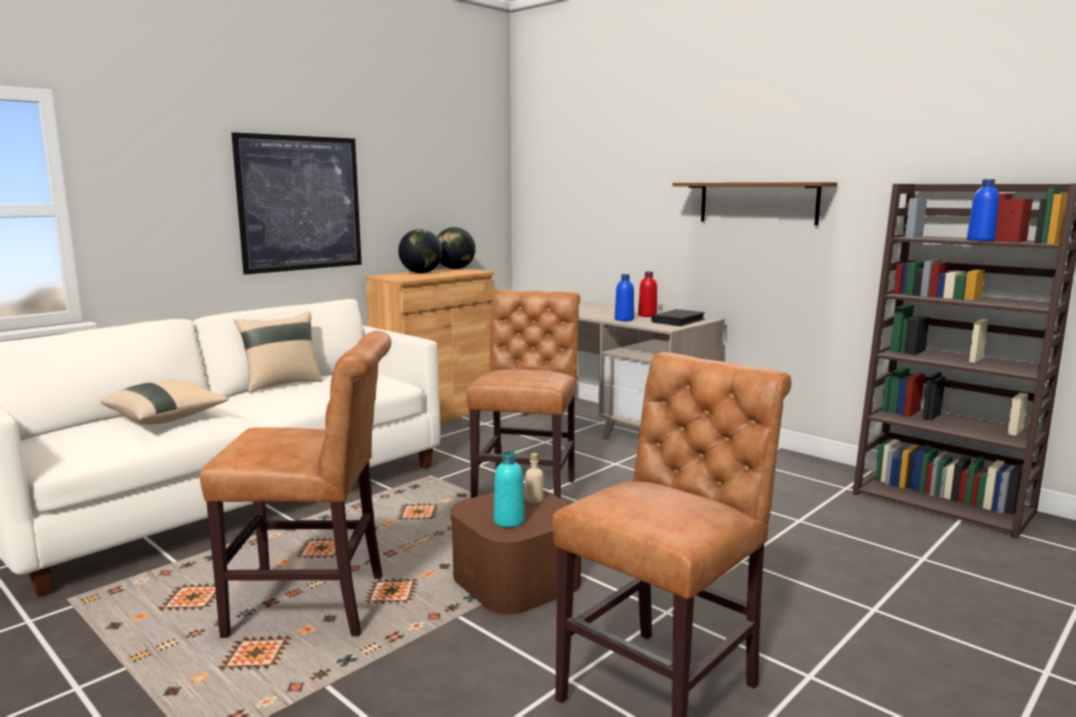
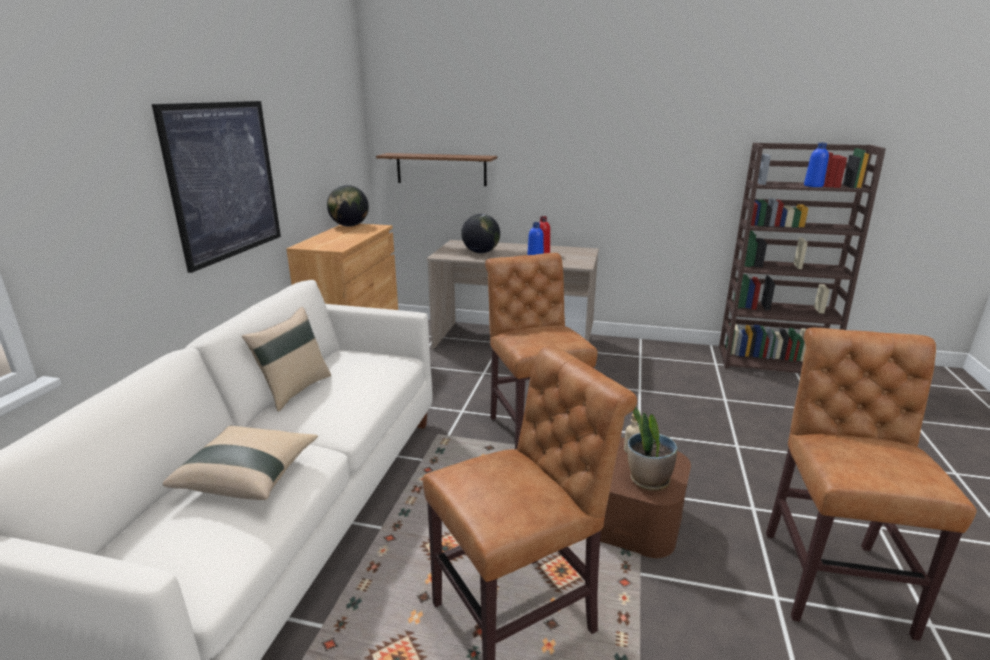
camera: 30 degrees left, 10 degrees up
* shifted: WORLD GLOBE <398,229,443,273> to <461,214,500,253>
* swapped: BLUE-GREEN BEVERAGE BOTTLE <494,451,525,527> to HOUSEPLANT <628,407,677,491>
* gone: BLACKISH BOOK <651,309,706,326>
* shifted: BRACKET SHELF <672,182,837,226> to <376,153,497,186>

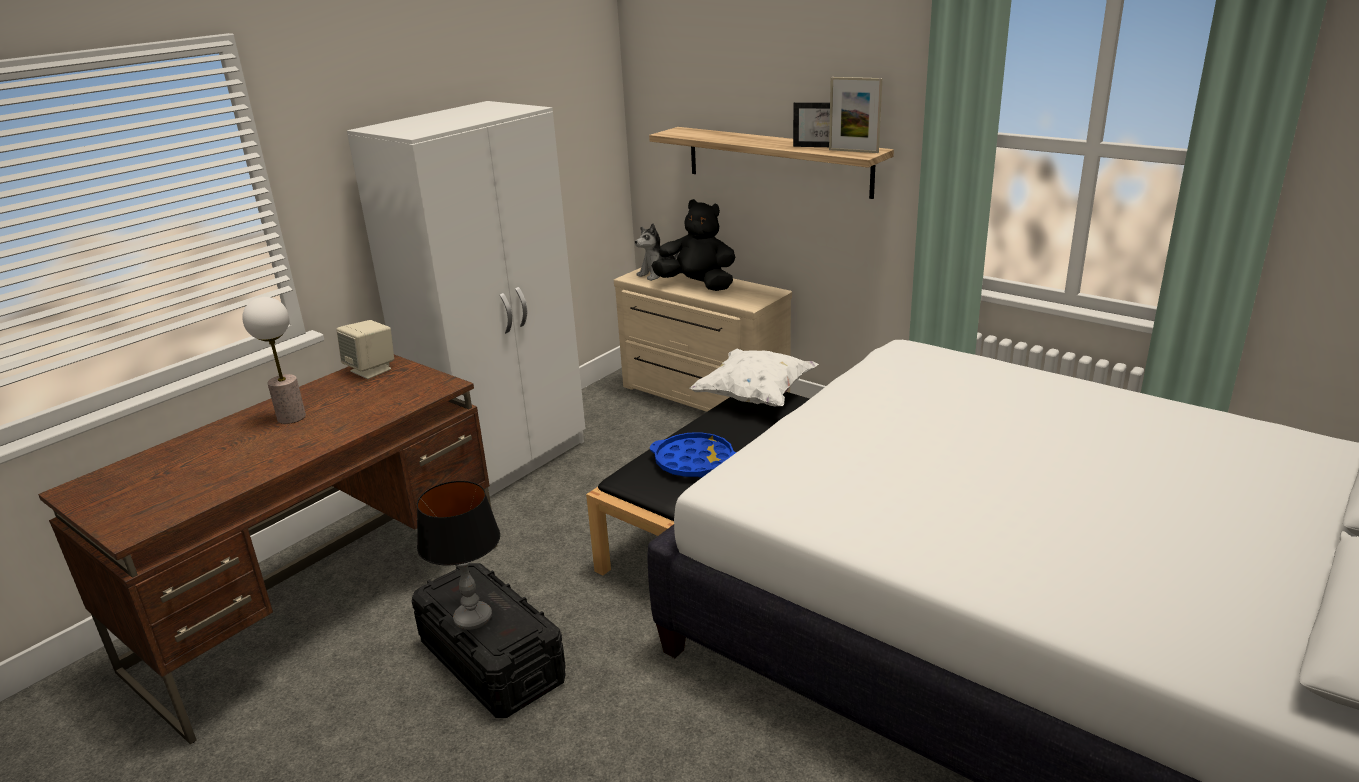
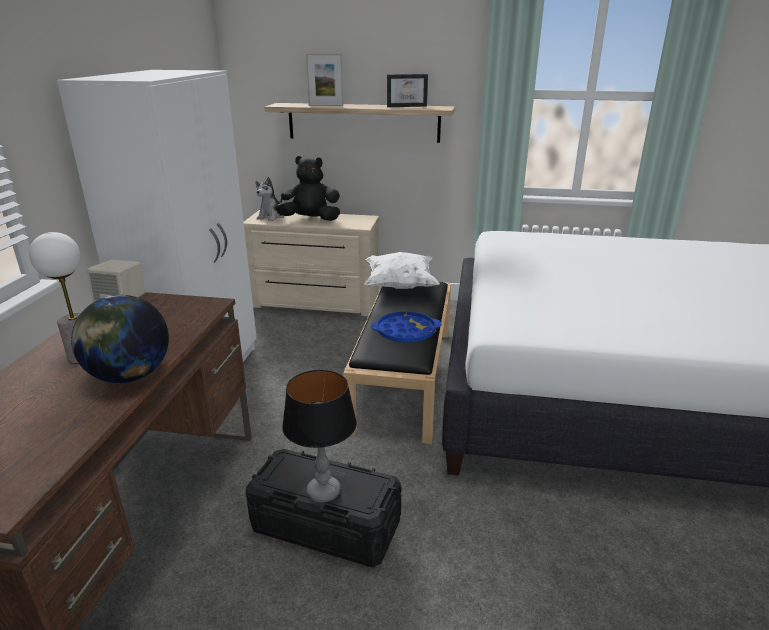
camera: 30 degrees left, 0 degrees up
* shifted: PICTURE FRAME <829,77,882,153> to <306,54,343,106>
* new: WORLD GLOBE <71,295,169,383>

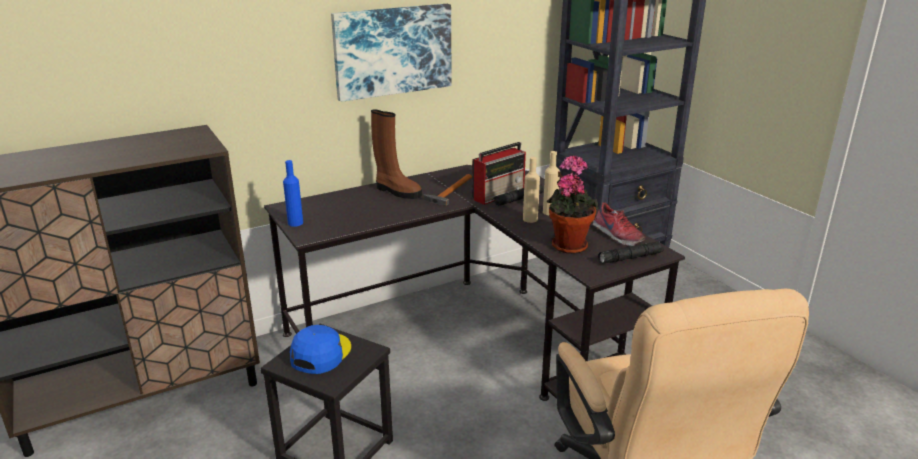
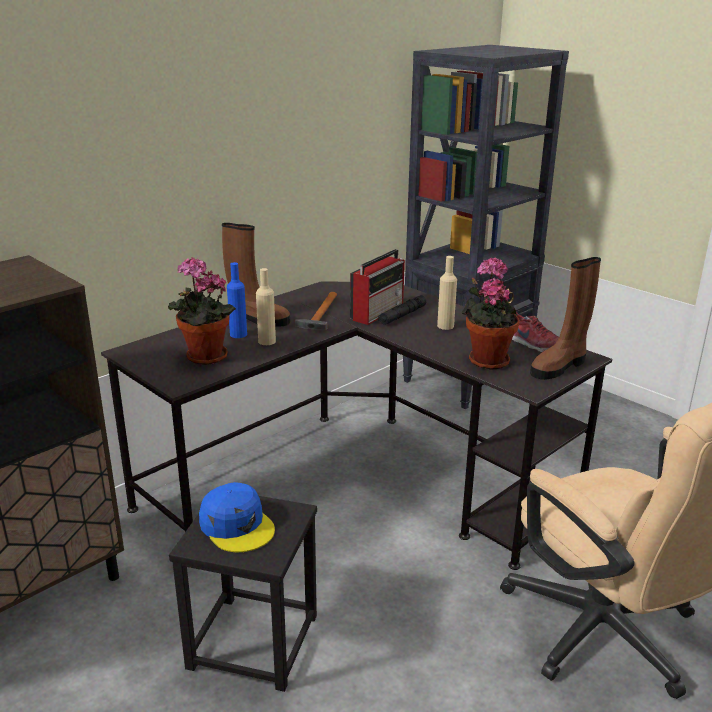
camera: 15 degrees left, 0 degrees up
* shifted: BLUE BEVERAGE BOTTLE <283,160,303,227> to <227,262,247,338>
* rotated: BLUE BASEBALL CAP <290,325,351,374> = <199,482,275,552> 135 degrees clockwise
* gone: PICTURE <331,4,451,102>
* shifted: BEIGE BEVERAGE BOTTLE <523,157,540,223> to <256,268,276,345>
* swapped: BLACKISH FLASHLIGHT <598,241,664,264> to BROWN-COLOURED BOOT <530,257,601,380>
* new: HOUSEPLANT <168,257,236,365>

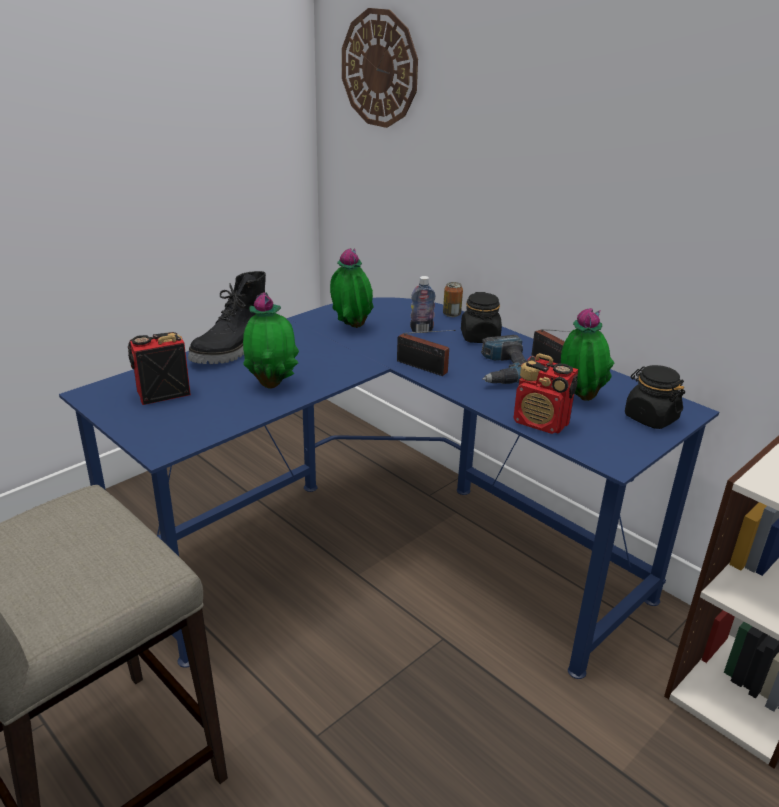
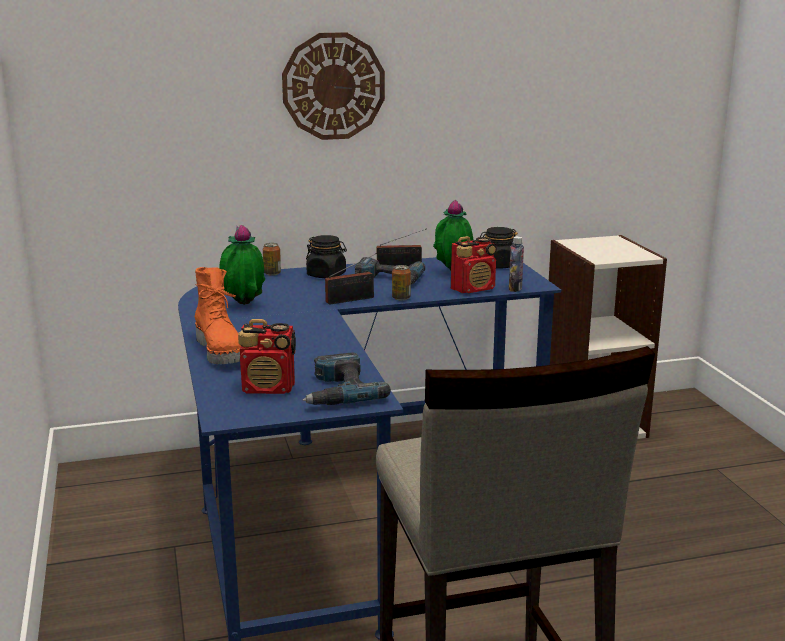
camera: 60 degrees left, 10 degrees down
* rotated: RADIO <128,332,191,405> = <238,319,296,394> 90 degrees counterclockwise
* repainted: BLACKISH BOOT <188,271,266,364> to ORANGE BOOT <195,267,241,364>
* gone: HOUSEPLANT <243,292,299,389>
* shifted: WALL CLOCK <342,8,418,128> to <282,32,385,140>
* shifted: BEVERAGE BOTTLE <410,276,436,333> to <509,236,524,292>
* new: ELECTRIC DRILL <302,352,391,405>
* new: SEALED CAN <392,265,411,300>

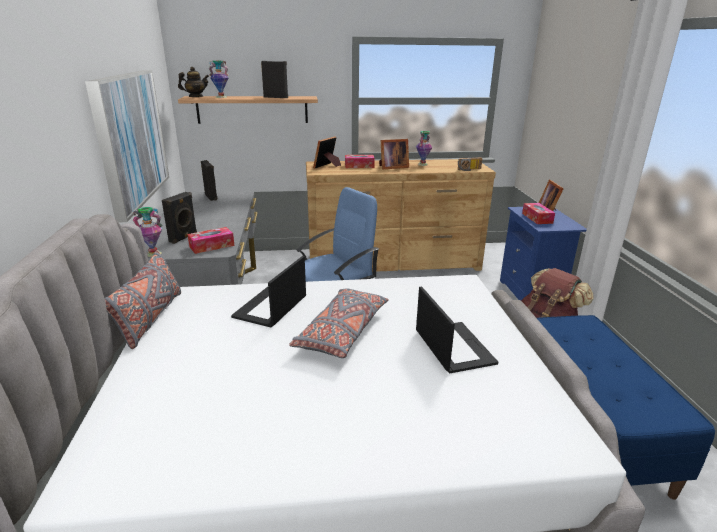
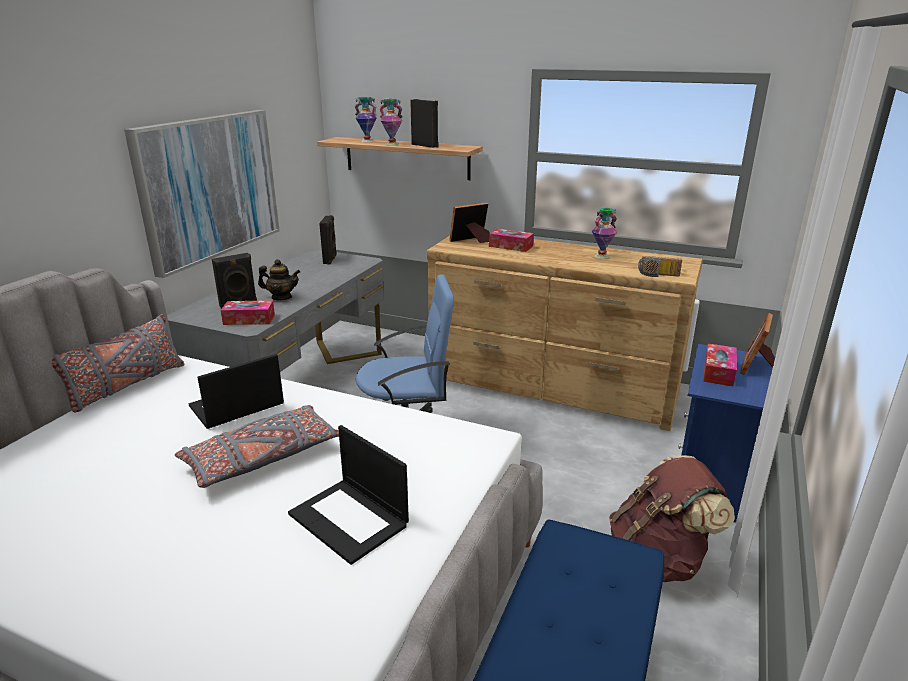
camera: 30 degrees right, 0 degrees up
* shifted: VASE <132,207,163,257> to <379,99,402,146>
* shifted: TEA POT <178,67,209,97> to <258,259,300,300>
* gone: PICTURE FRAME <379,139,409,169>
* rotated: PORTABLE COMPUTER <416,286,498,373> = <288,425,409,565> 120 degrees clockwise

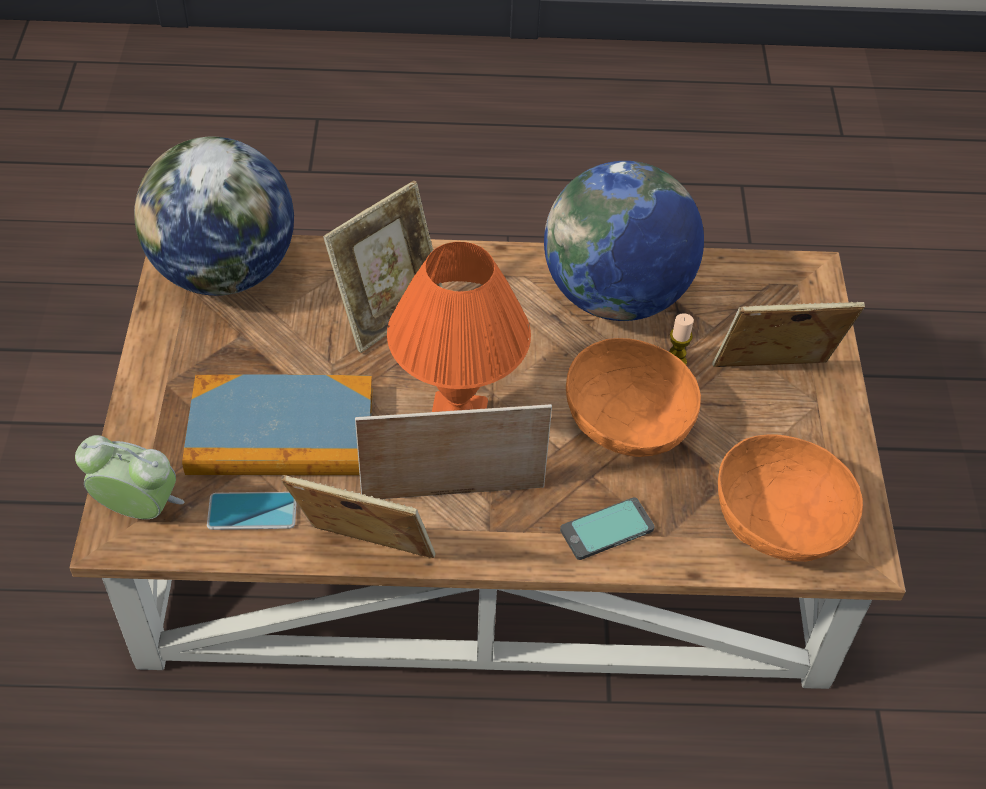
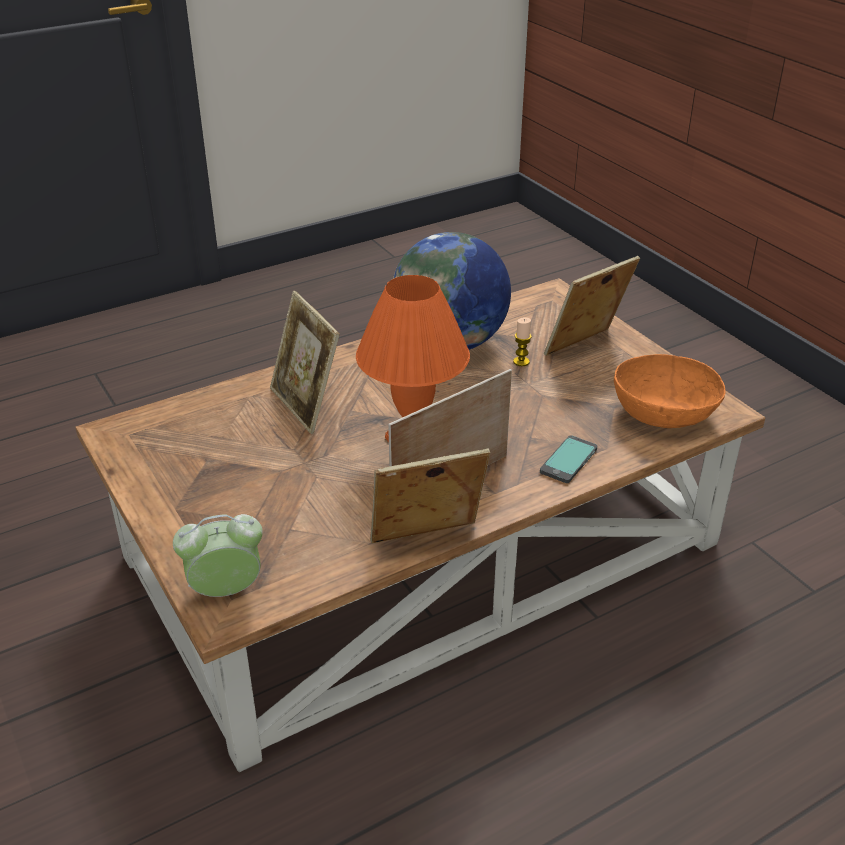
camera: 30 degrees left, 15 degrees down
* gone: WORLD GLOBE <134,137,294,296>
* gone: BOOK <182,374,373,475>
* gone: HANDSET <207,492,297,530>
* rotated: PICTURE FRAME <323,181,443,353> = <270,291,340,434> 135 degrees clockwise
* gone: ORANGE BOWL <566,338,701,457>

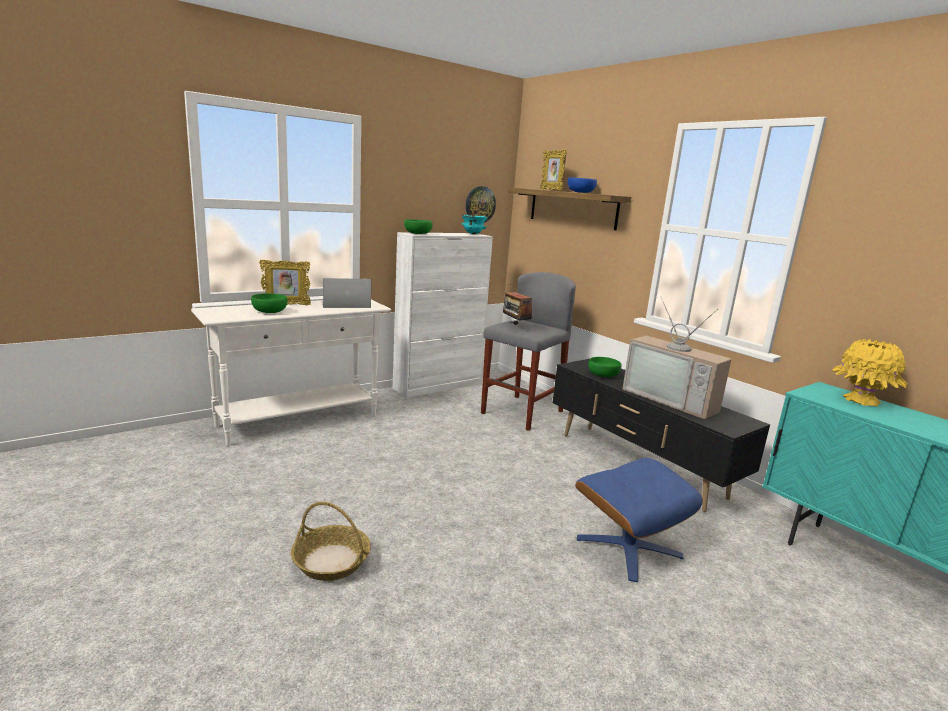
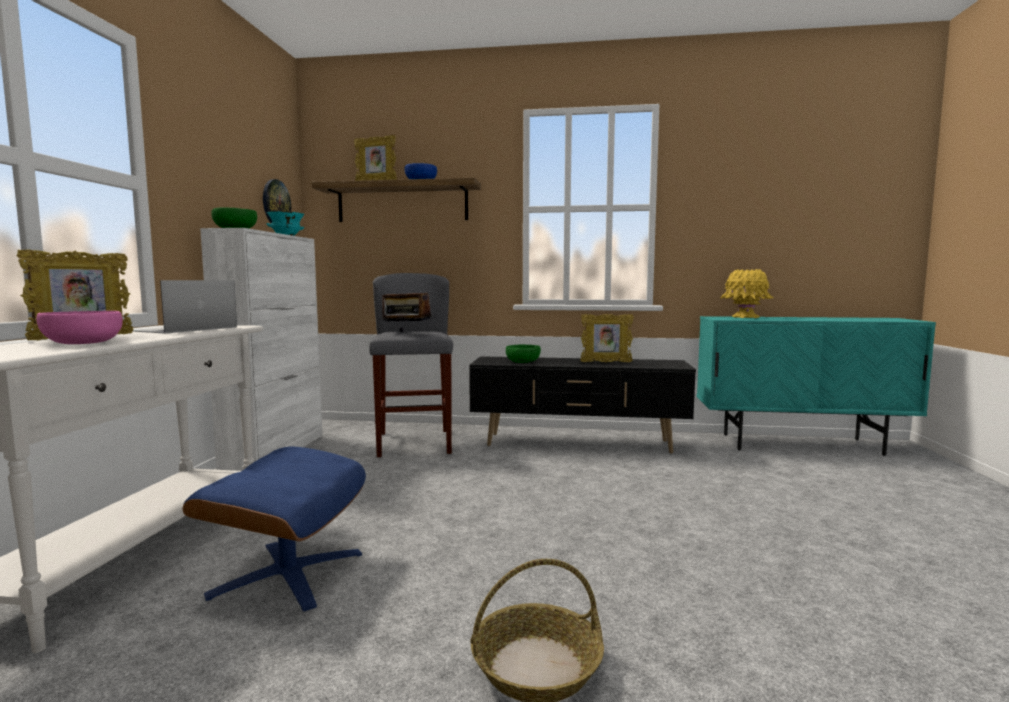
camera: 45 degrees left, 10 degrees down
* repainted: GREENISH BOWL <251,293,287,313> to PINKISH BOWL <36,311,123,344>
* shifted: BLUE OTTOMAN <575,458,703,582> to <183,446,366,612>
* swapped: TV SET <623,297,731,419> to PICTURE FRAME <580,314,634,363>

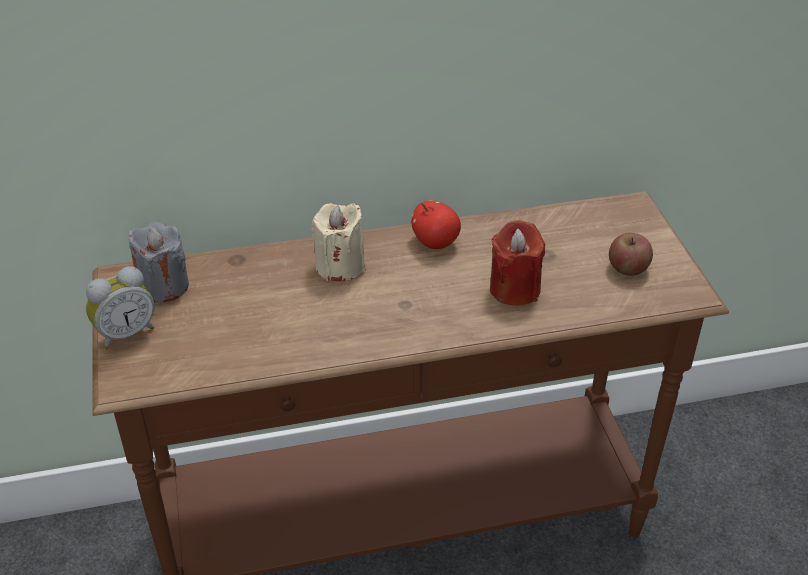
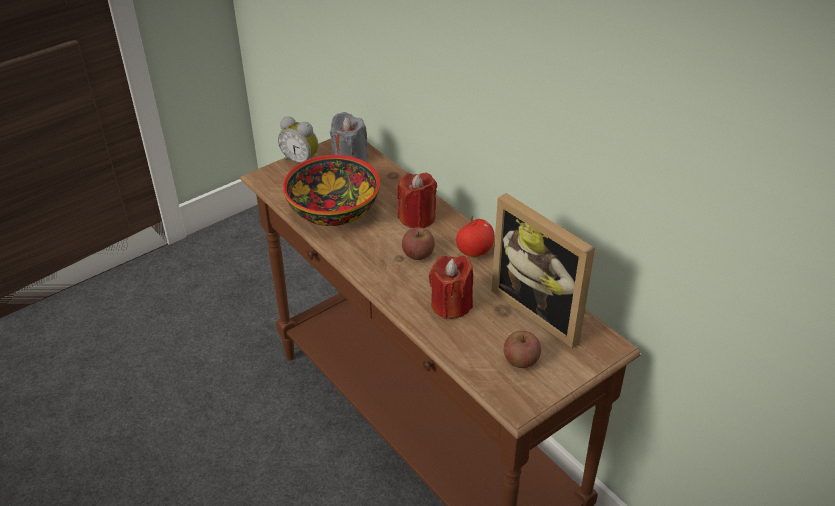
camera: 65 degrees right, 0 degrees up
* repainted: BEIGE WAX LIGHT <311,203,365,281> to RED-COLOURED WAX LIGHT <397,173,437,228>
* new: BOWL <283,155,380,226>
* new: APPLE FRUIT <402,227,435,260>
* new: PICTURE FRAME <491,193,595,348>

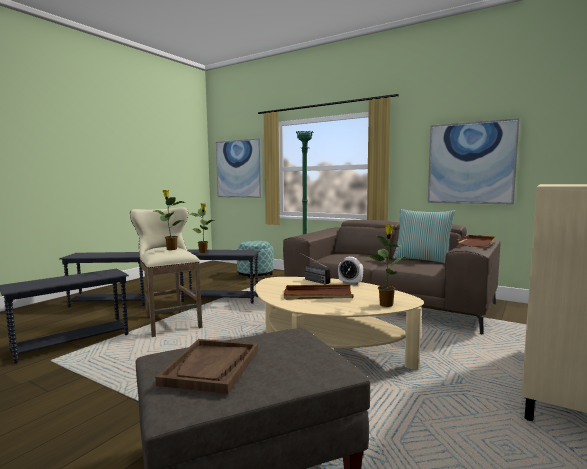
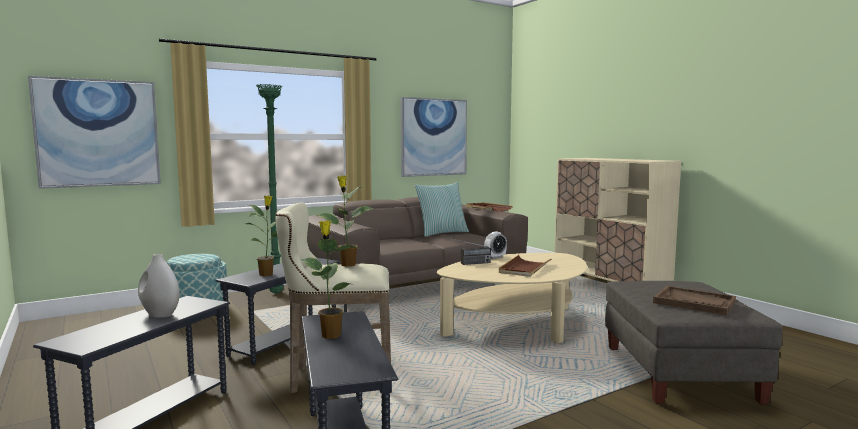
camera: 65 degrees left, 0 degrees up
* shifted: HOUSEPLANT <366,224,408,307> to <301,221,360,339>
* new: WHITISH VASE <138,254,180,318>

